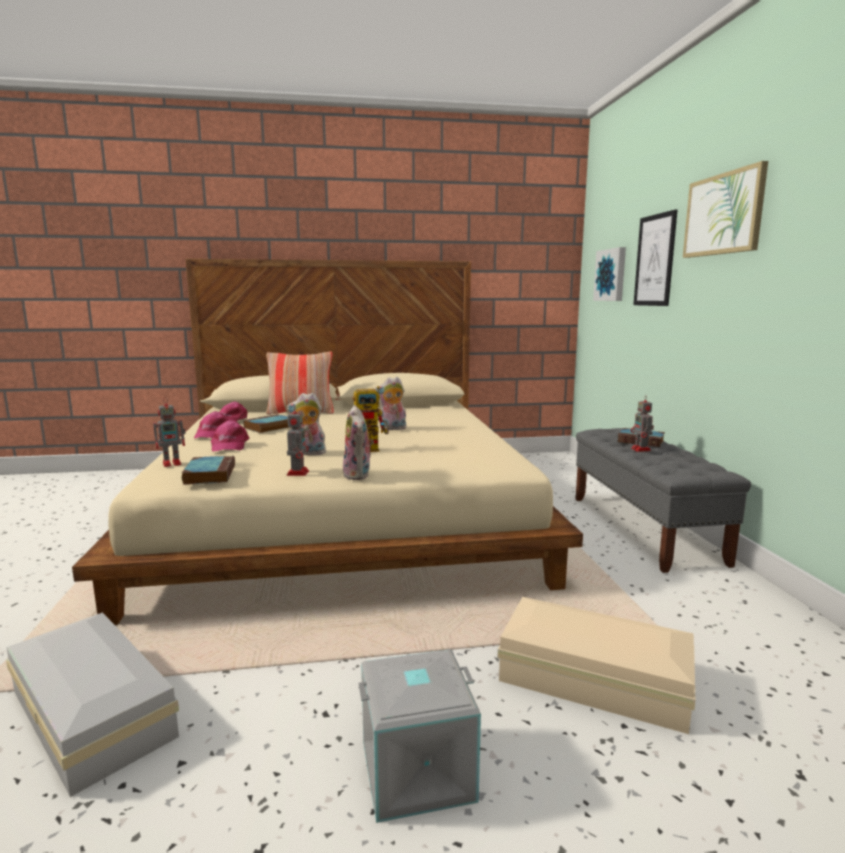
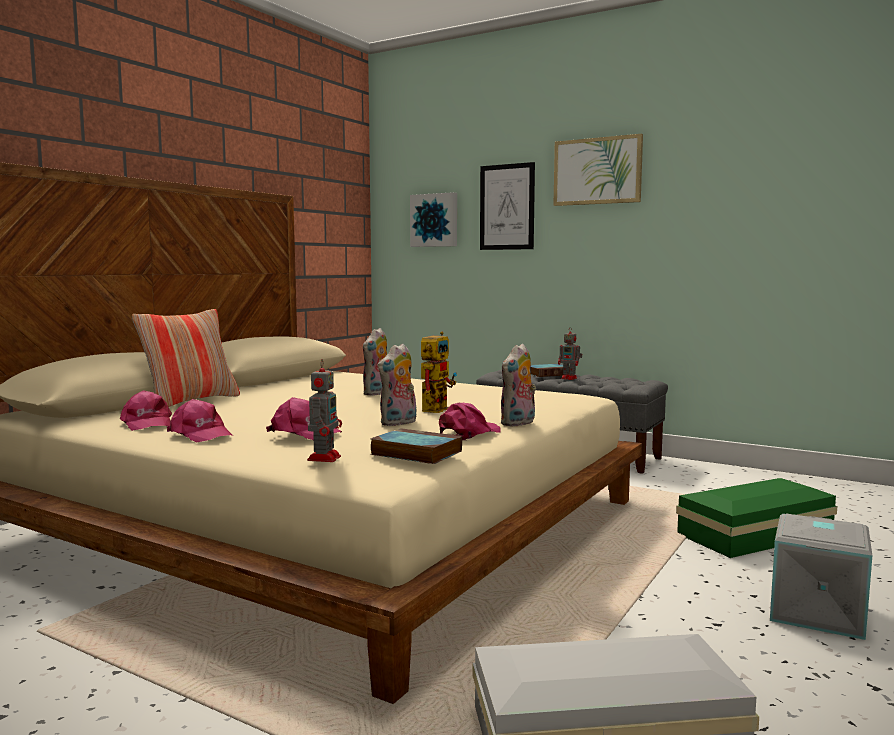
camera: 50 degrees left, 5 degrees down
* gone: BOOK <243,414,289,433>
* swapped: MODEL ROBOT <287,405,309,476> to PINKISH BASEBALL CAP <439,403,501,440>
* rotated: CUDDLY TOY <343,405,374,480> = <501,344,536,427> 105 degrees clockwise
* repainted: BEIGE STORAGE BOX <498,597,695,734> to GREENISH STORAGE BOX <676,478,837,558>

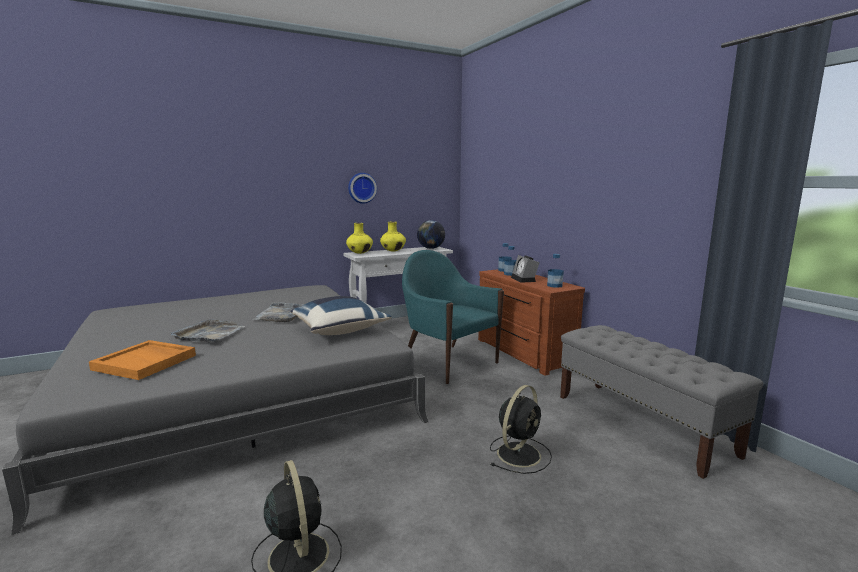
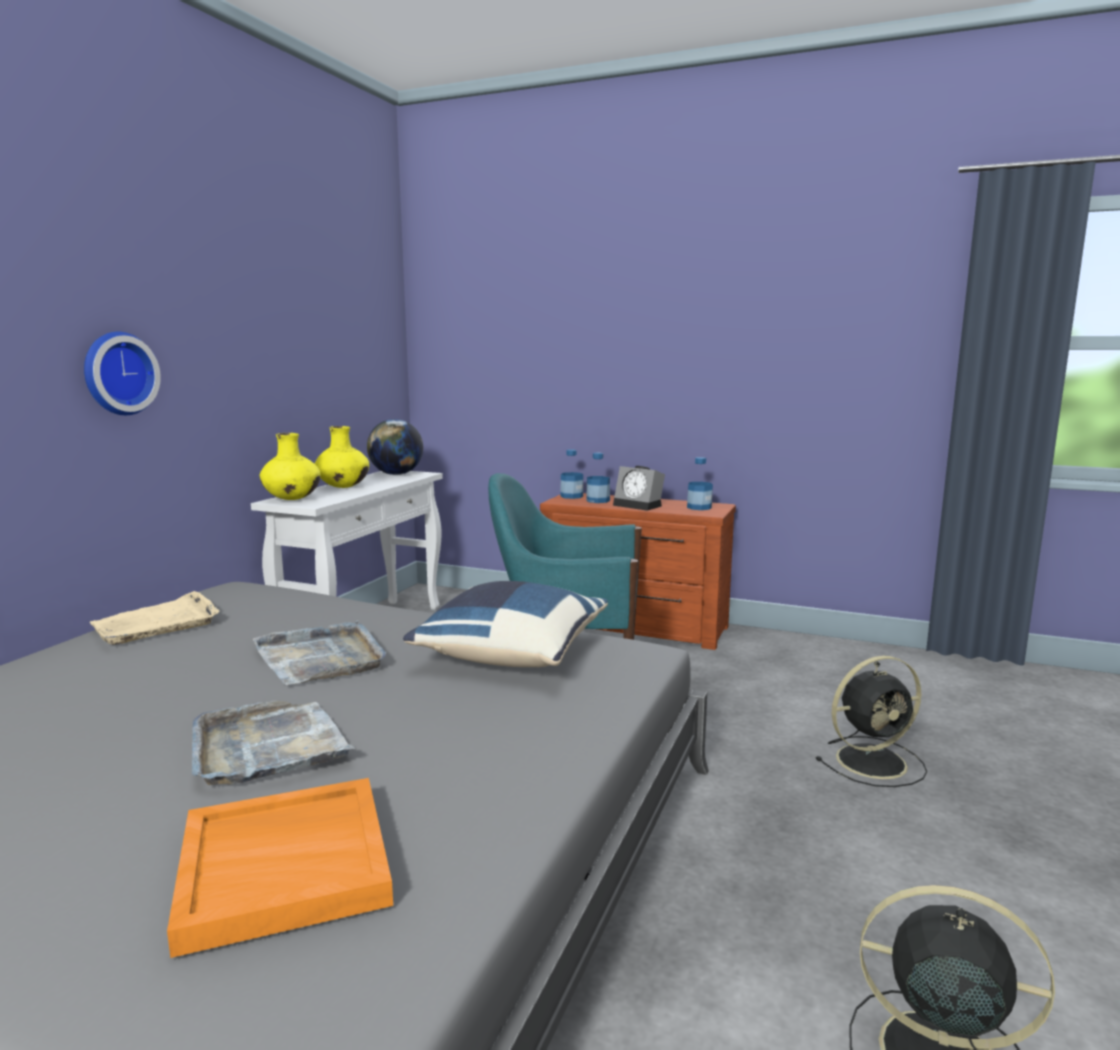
camera: 40 degrees left, 0 degrees up
* shifted: WALL CLOCK <348,173,377,204> to <84,332,161,415>
* rotated: BLACKISH ELECTRIC FAN <490,385,552,474> = <815,656,927,787> 75 degrees clockwise
* gone: GRAY LONG SEAT <560,325,763,479>
* new: BEIGE SERVING TRAY <90,591,220,645>

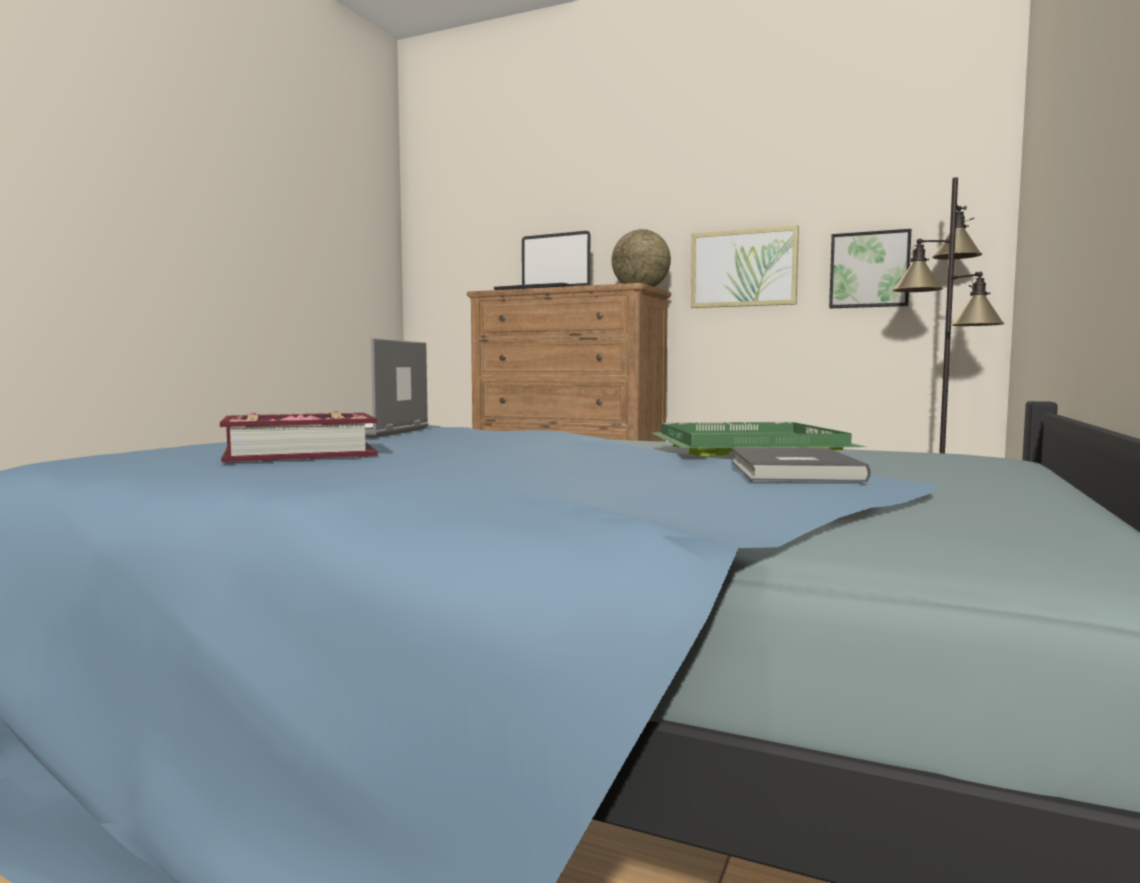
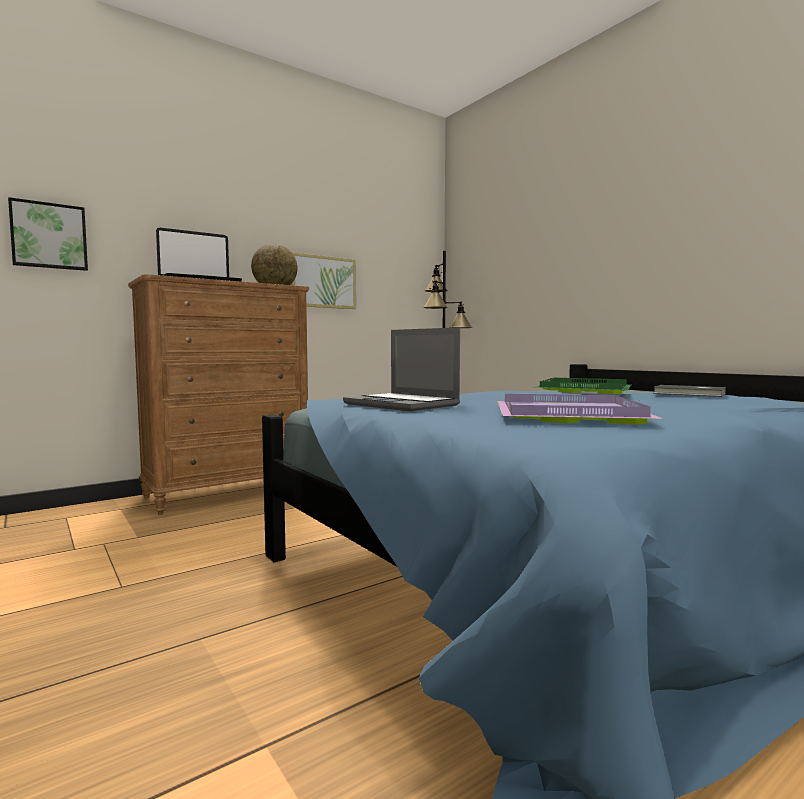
camera: 60 degrees left, 0 degrees up
* swapped: BOOK <220,411,378,462> to PURPLE SERVING TRAY <497,394,663,425>
* shifted: PICTURE <829,229,911,308> to <8,197,88,271>

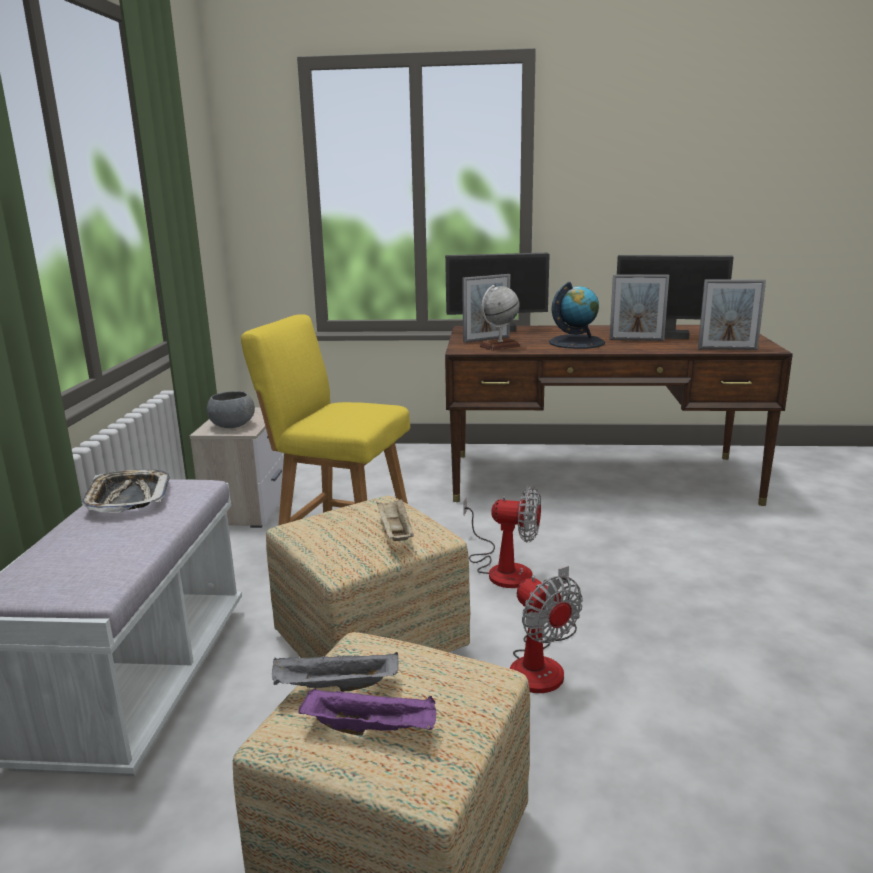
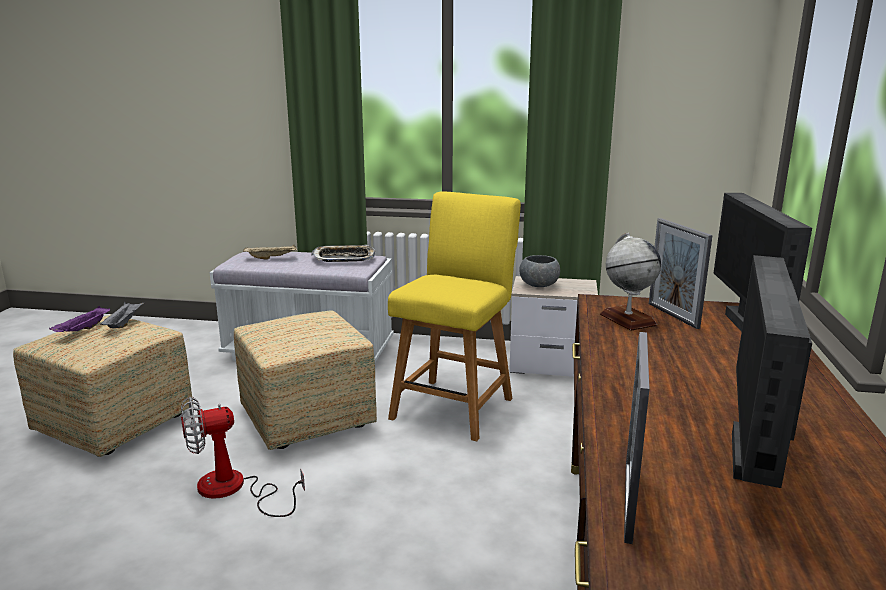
camera: 95 degrees right, 0 degrees up
* shifted: BEIGE SERVING TRAY <377,499,414,541> to <243,244,297,259>
* gone: ELECTRIC FAN <463,486,541,588>
* gone: WORLD GLOBE <549,282,605,349>
* gone: PICTURE FRAME <609,274,669,341>

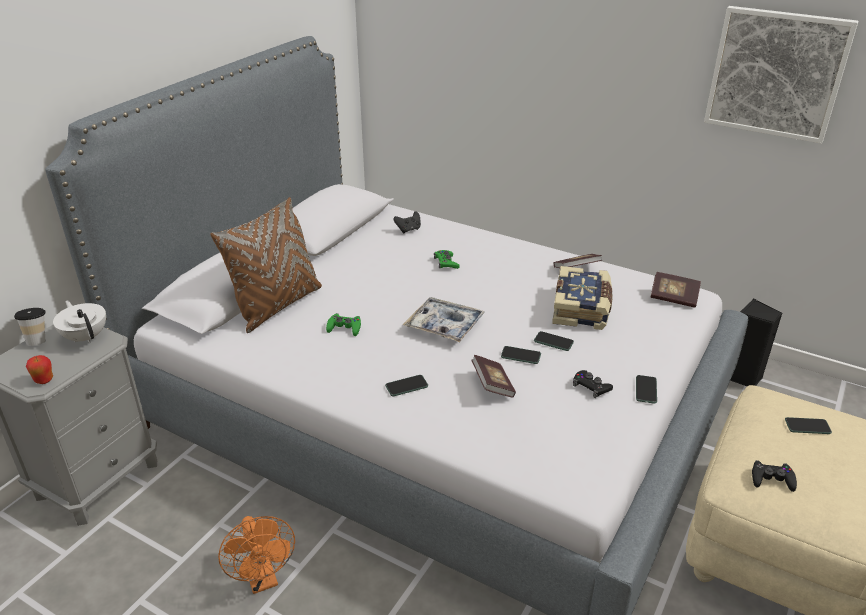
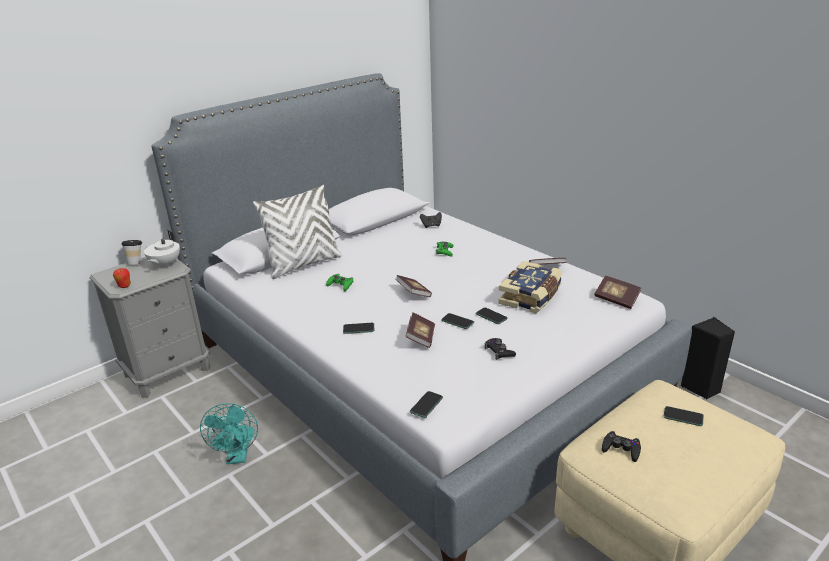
camera: 20 degrees right, 5 degrees down
* rotated: WHITISH TEA POT <53,300,106,343> = <144,230,180,269> 150 degrees counterclockwise
* repainted: BROWN-COLOURED PILLOW <210,197,322,333> to WHITISH PILLOW <253,185,342,279>
* repainted: ORANGE ELECTRIC FAN <218,516,295,594> to BLUE-GREEN ELECTRIC FAN <200,403,258,464>
* swapped: SERVING TRAY <403,297,485,342> to BOOK <395,275,432,297>
* shifted: HANDSET <636,375,657,404> to <410,391,443,418>
* gone: PICTURE <704,6,858,144>

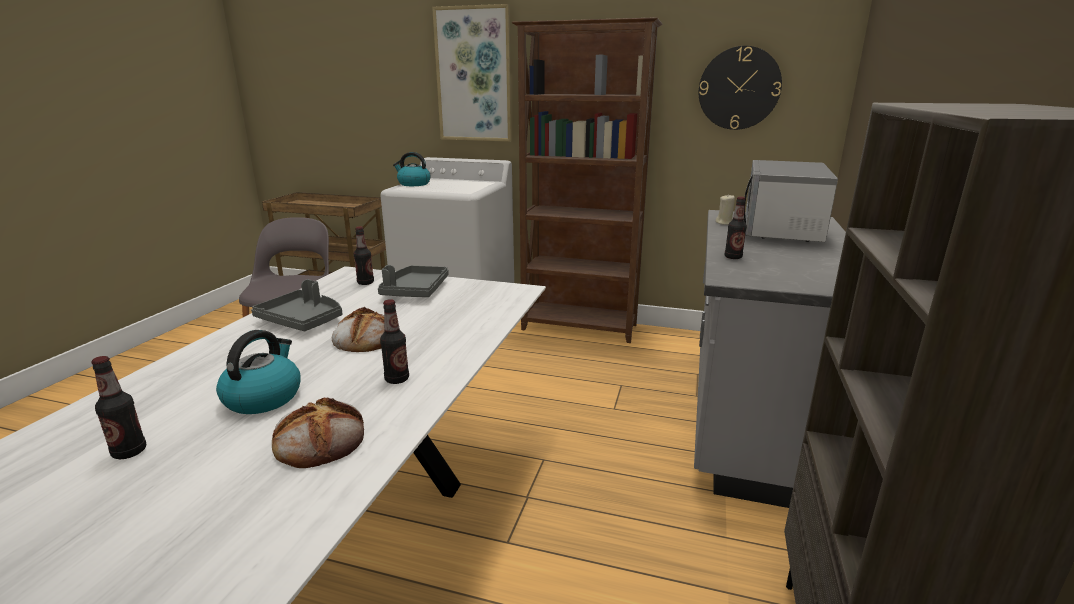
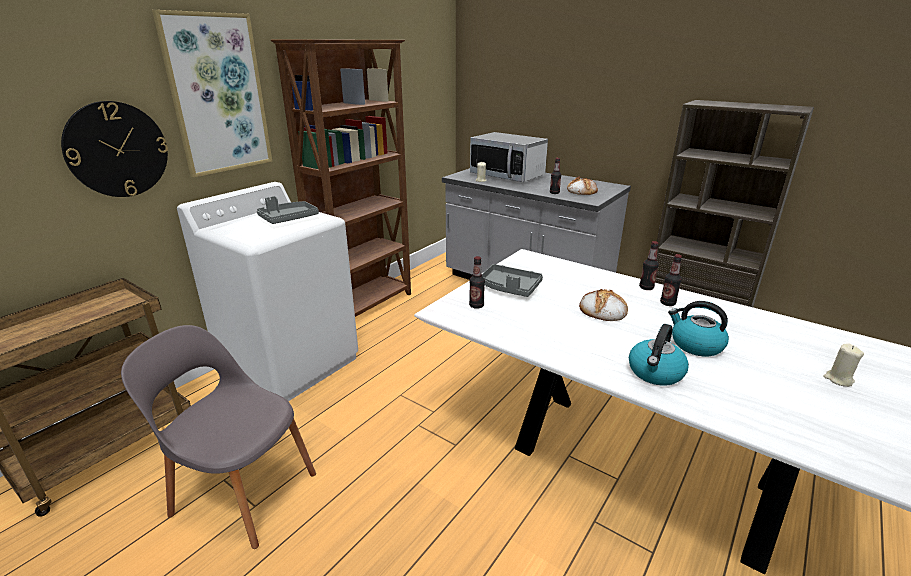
camera: 70 degrees left, 5 degrees up
* shifted: BEVERAGE BOTTLE <91,356,146,459> to <639,241,659,290>
* shifted: GRAY SERVING TRAY <251,279,342,331> to <257,196,319,224>
* shifted: BREAD <272,397,364,468> to <567,176,598,195>
* shifted: TEA KETTLE <393,152,431,186> to <629,324,689,386>
* shifted: WALL CLOCK <699,46,782,130> to <61,101,168,197>
* new: BEIGE WAX LIGHT <823,343,864,387>

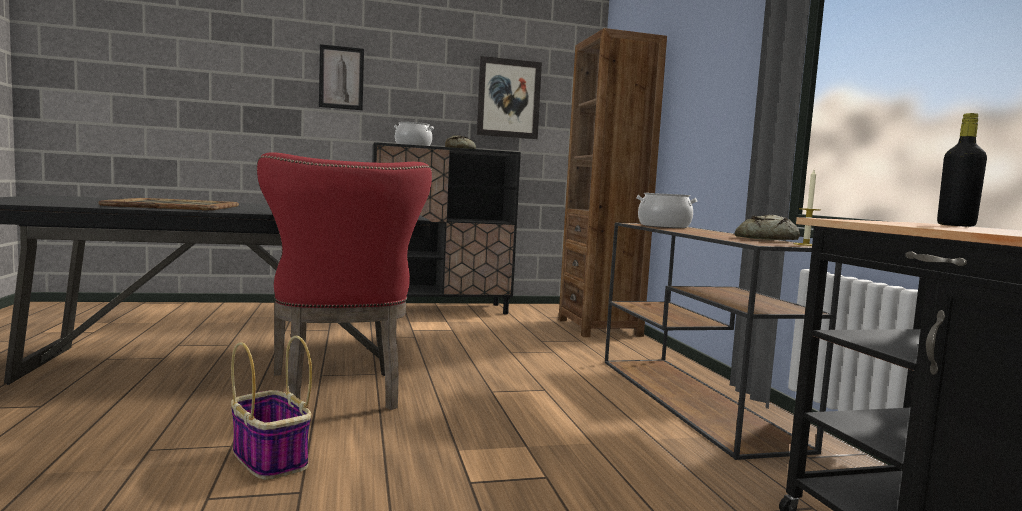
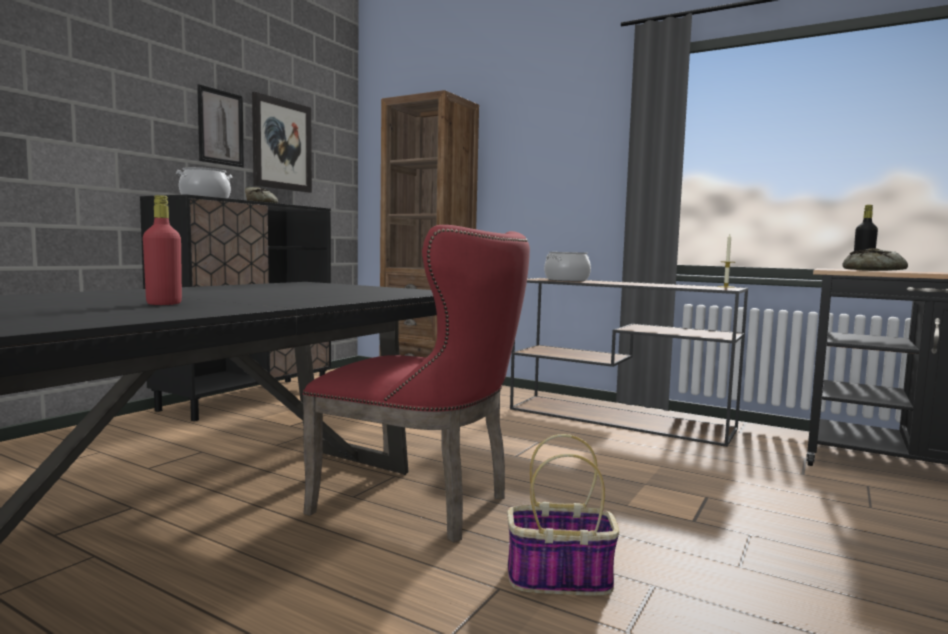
camera: 45 degrees left, 0 degrees up
* swapped: SERVING TRAY <98,198,239,210> to RED-COLOURED BEVERAGE BOTTLE <143,195,182,305>
* shifted: PICTURE <319,44,364,110> to <197,84,244,167>
* shifted: BREAD <735,215,800,240> to <843,248,908,271>

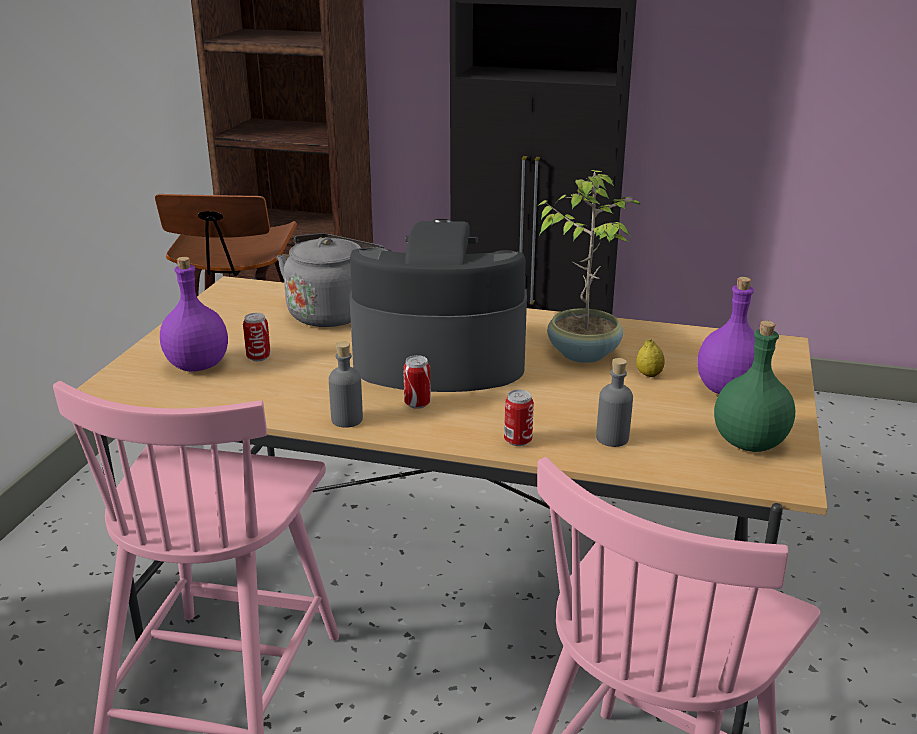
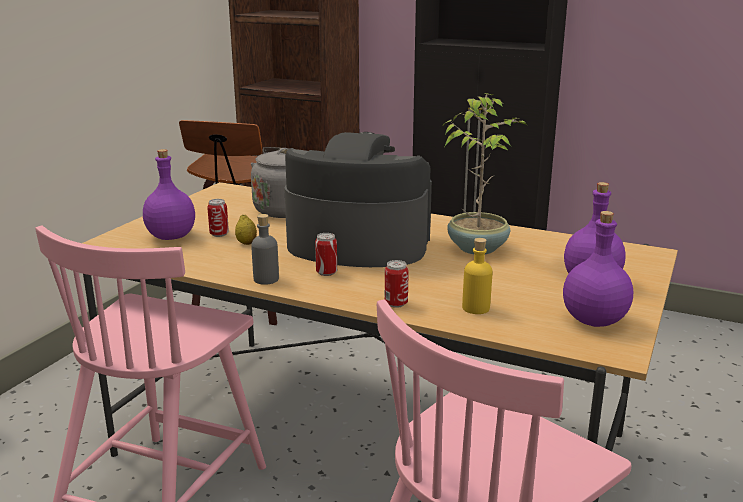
camera: 10 degrees right, 5 degrees down
* repainted: GRAY BEVERAGE BOTTLE <596,358,633,447> to YELLOWISH BEVERAGE BOTTLE <462,238,493,314>
* shifted: WHOLE LEMON <636,340,665,377> to <235,215,257,245>
* repainted: GREENISH BEVERAGE BOTTLE <714,321,796,452> to PURPLE BEVERAGE BOTTLE <563,211,633,327>

